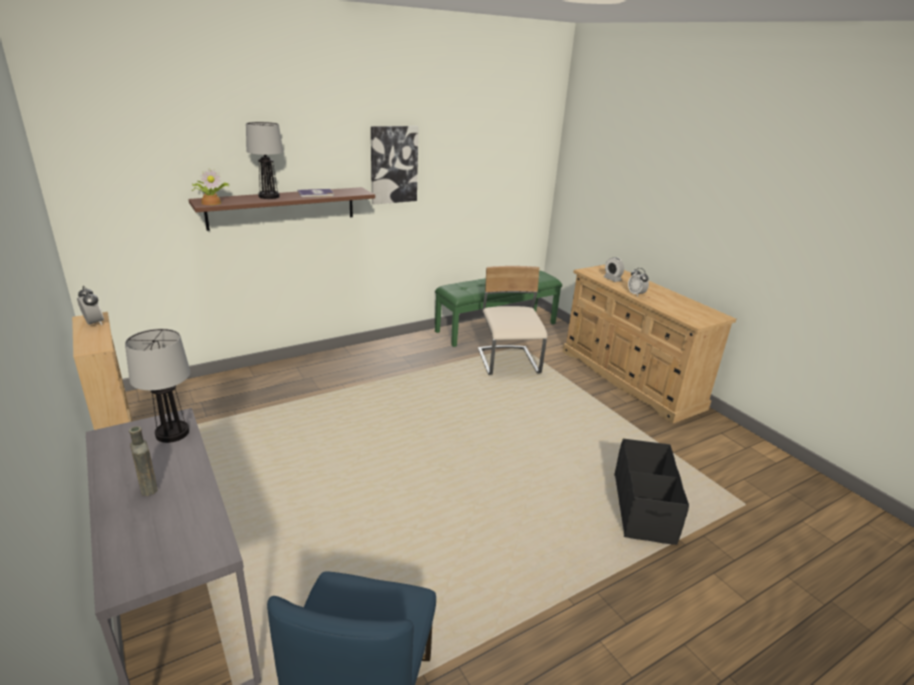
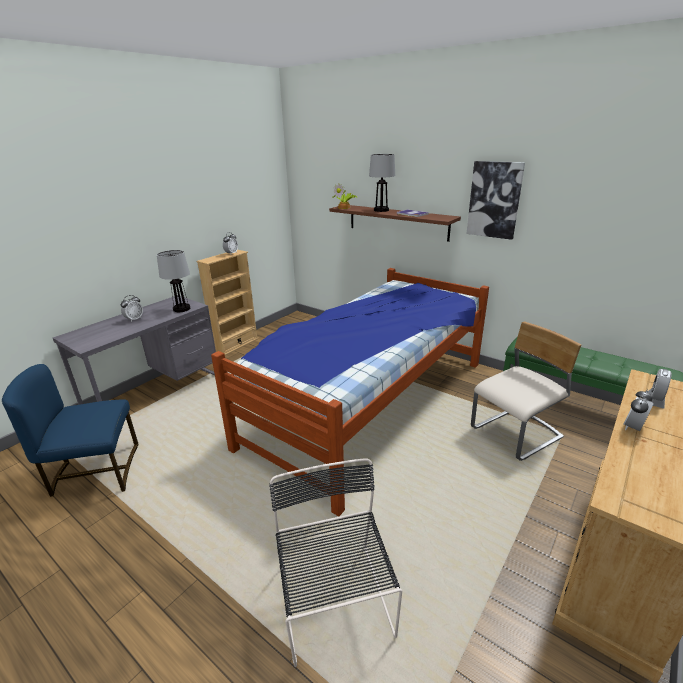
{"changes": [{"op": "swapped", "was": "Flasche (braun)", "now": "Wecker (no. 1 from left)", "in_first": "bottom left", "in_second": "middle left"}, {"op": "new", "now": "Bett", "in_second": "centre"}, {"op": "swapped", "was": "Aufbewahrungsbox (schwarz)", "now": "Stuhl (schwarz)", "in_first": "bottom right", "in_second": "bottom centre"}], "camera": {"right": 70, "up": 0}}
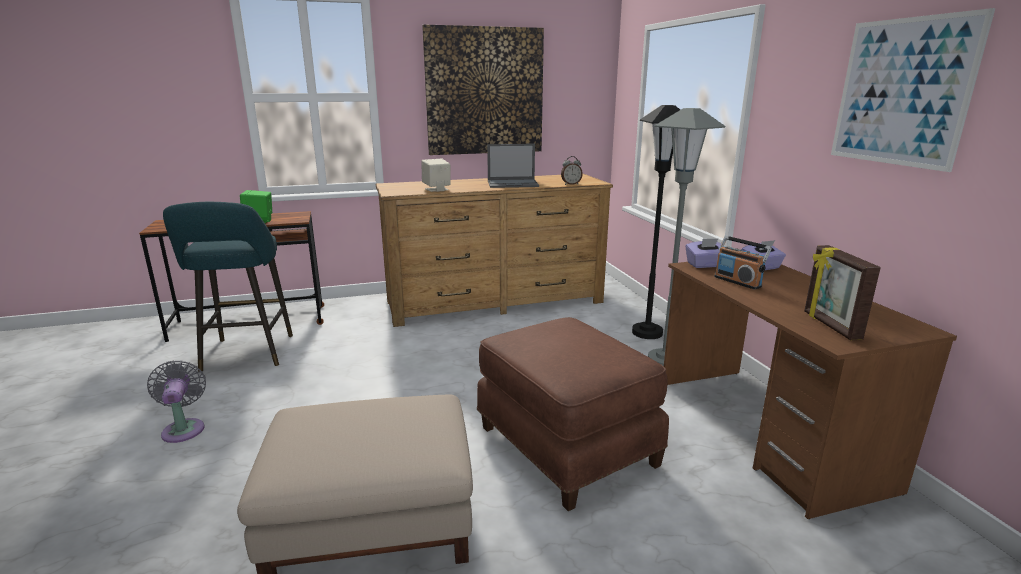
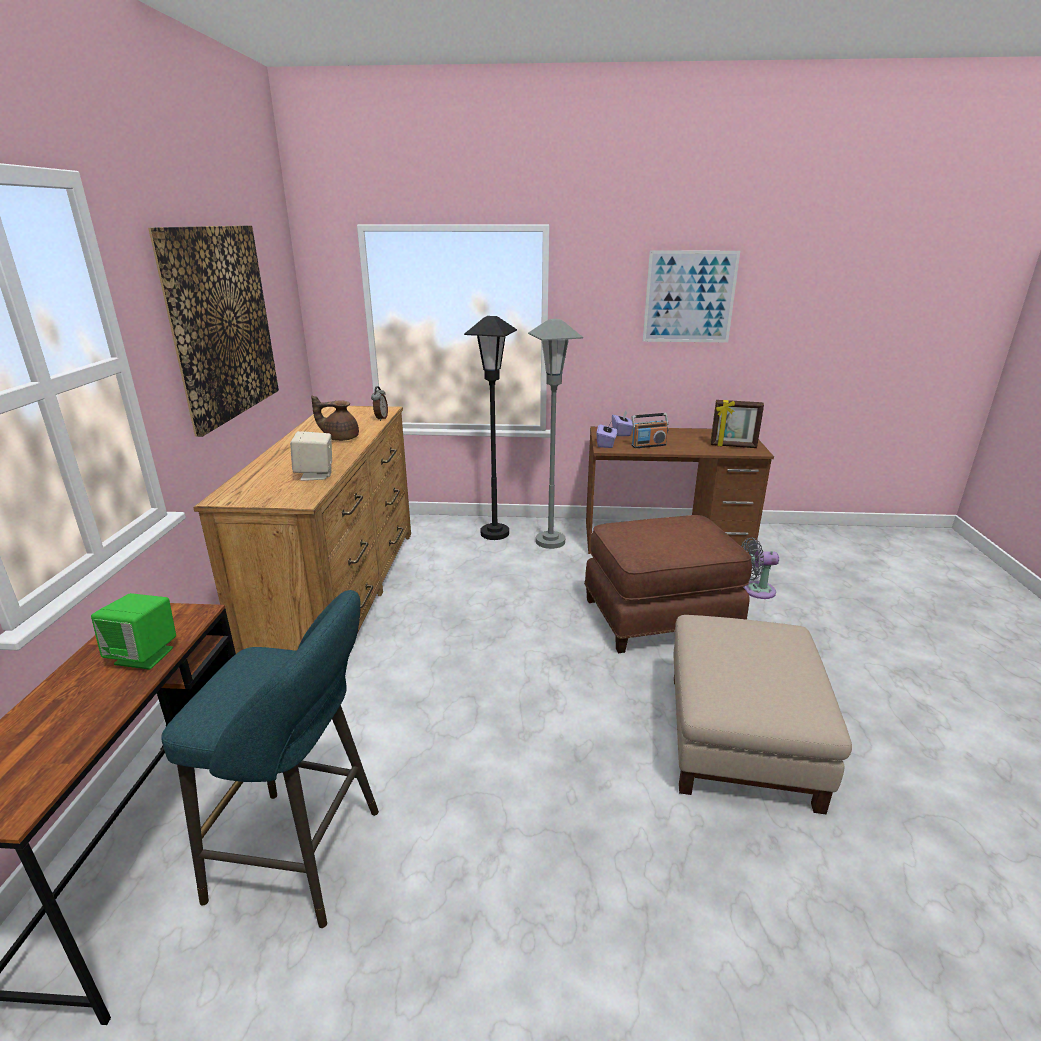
{"changes": [{"op": "swapped", "was": "Laptop", "now": "Teekanne (braun)", "in_first": "top centre", "in_second": "middle left"}, {"op": "shifted", "was": "Ventilator (grau)", "in_first": "bottom left", "in_second": "middle right"}], "camera": {"right": -70, "up": 5}}
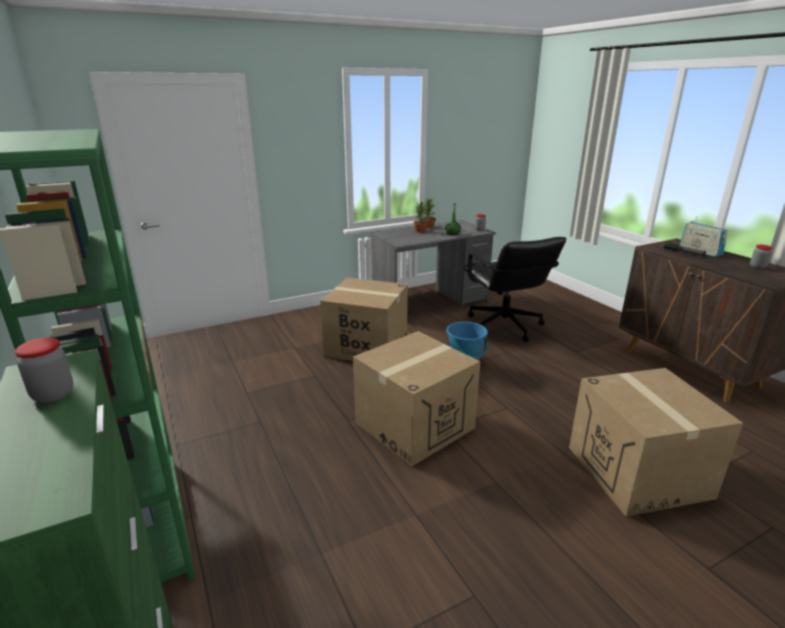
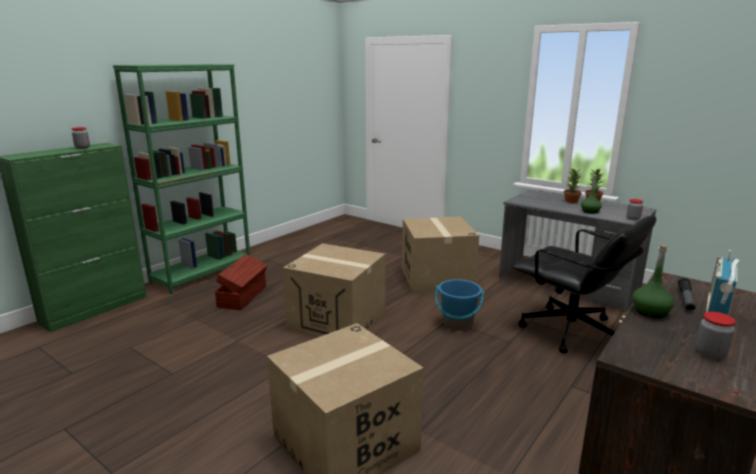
{"changes": [{"op": "new", "now": "Aufbewahrungsbox (braun)", "in_second": "middle left"}, {"op": "rotated", "was": "Bürostuhl (schwarz)", "in_first": "centre", "in_second": "middle right", "clockwise": -90}, {"op": "new", "now": "Flasche (grün) (no. 2 from left)", "in_second": "middle right"}], "camera": {"right": 65, "up": -5}}
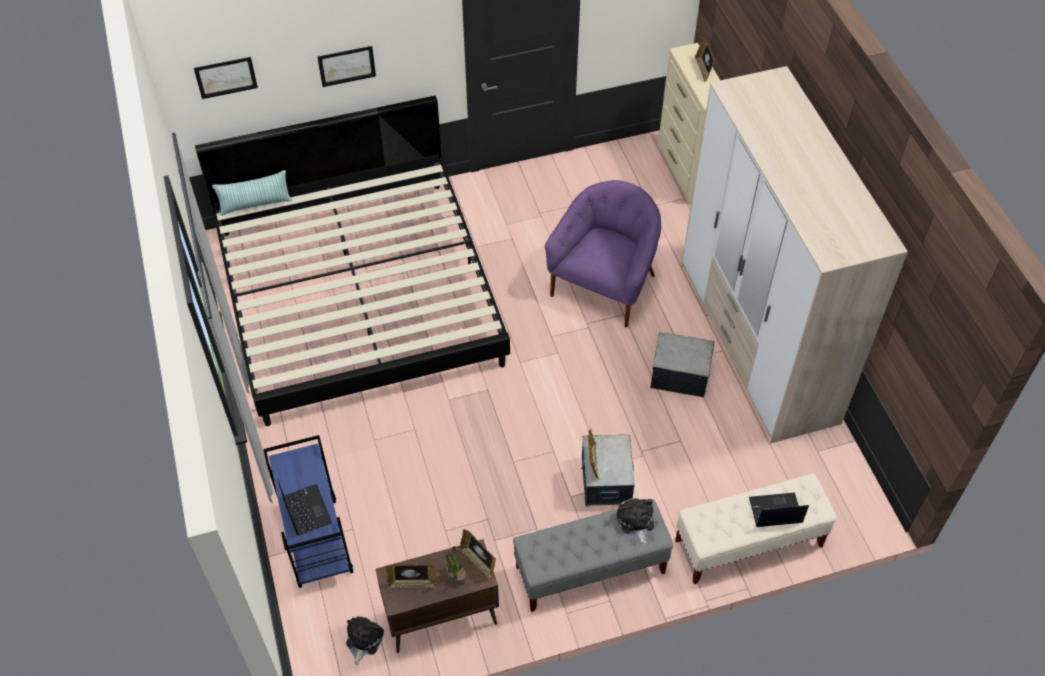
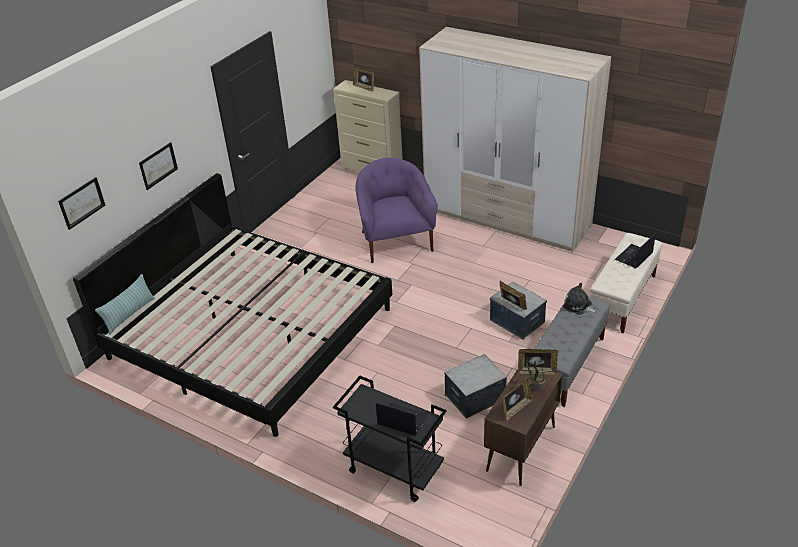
{"changes": [{"op": "repainted", "was": "Rollwagen (blau)", "now": "Rollwagen (schwarz)", "in_first": "bottom left", "in_second": "bottom centre"}, {"op": "shifted", "was": "Aufbewahrungsbox (no. 2 from left in the first image)", "now": "Aufbewahrungsbox (no. 1 from left)", "in_first": "centre", "in_second": "bottom centre"}, {"op": "gone", "was": "Plüschtier (no. 1 from left)", "in_first": "bottom centre"}], "camera": {"right": -40, "up": -15}}
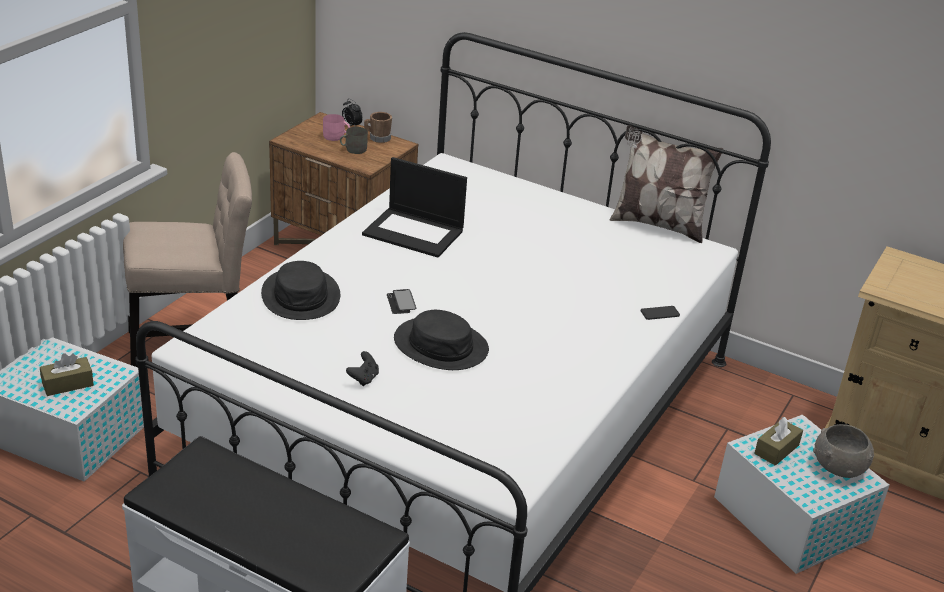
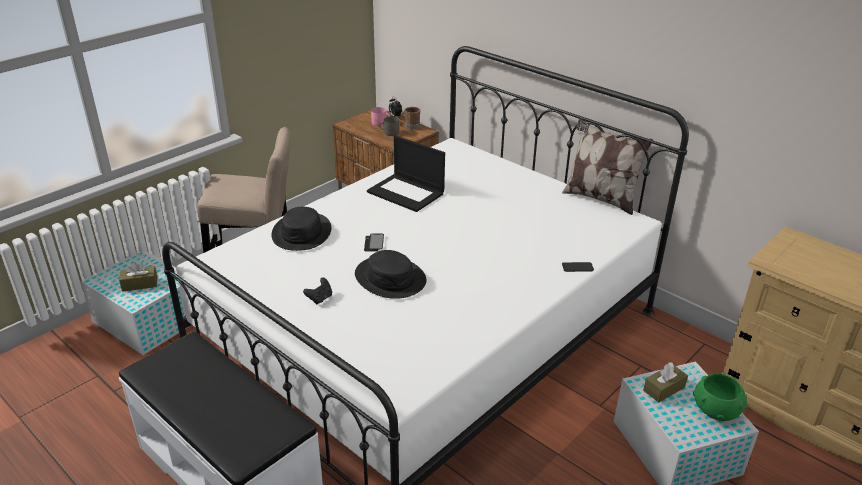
{"changes": [{"op": "repainted", "was": "Schüssel (grau)", "now": "Schüssel (grün)", "in_first": "bottom right", "in_second": "bottom right"}], "camera": {"right": 15, "up": 0}}
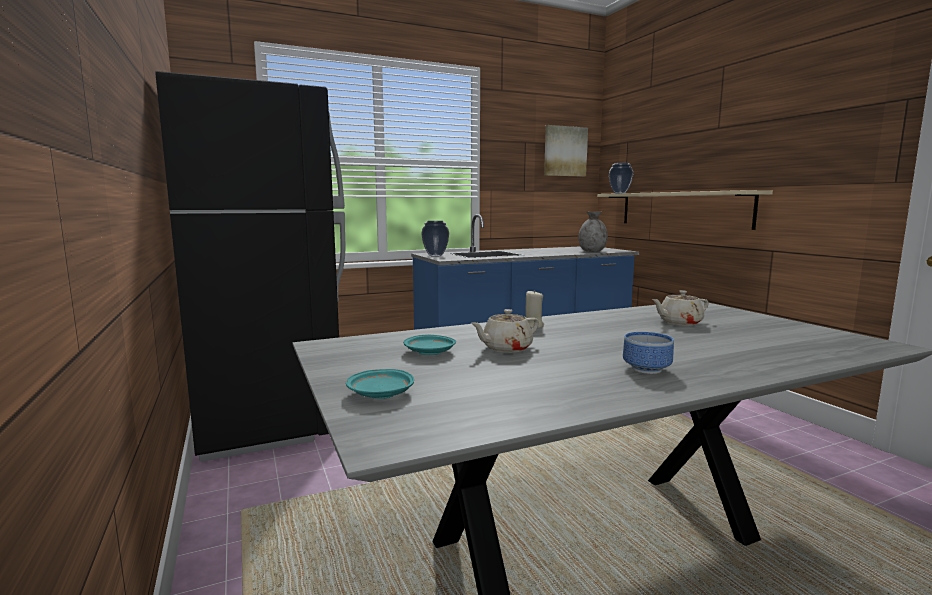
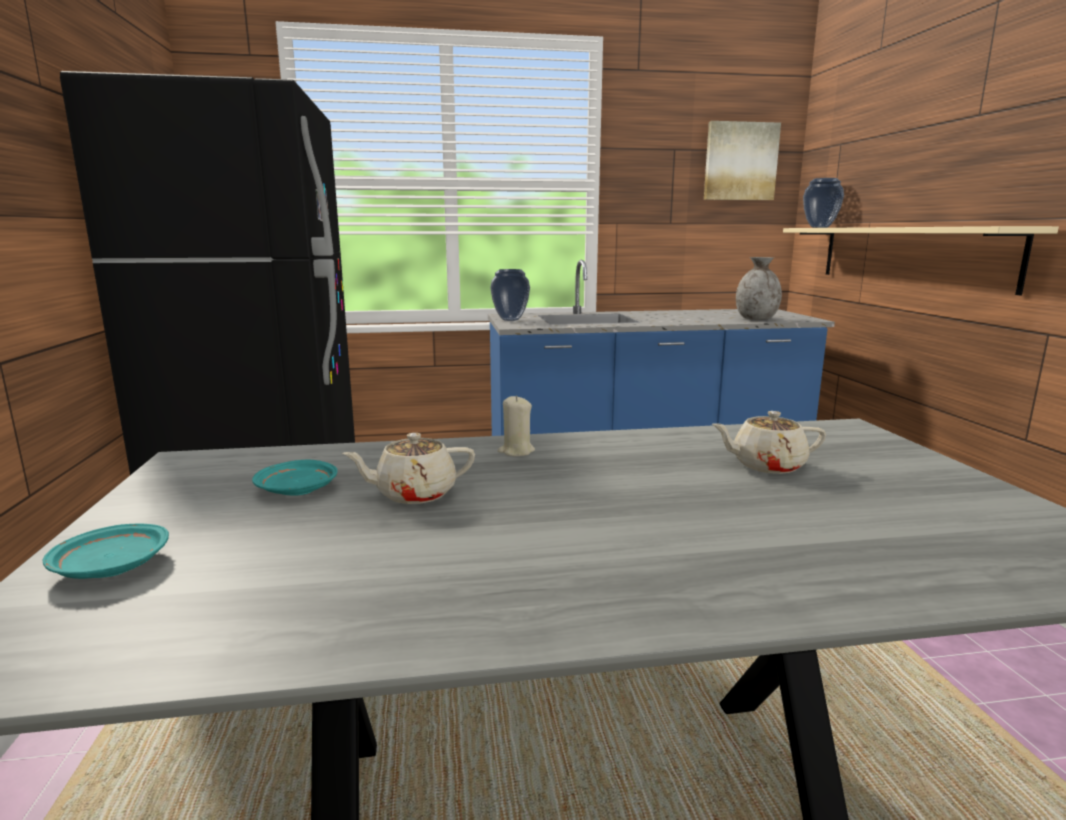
{"changes": [{"op": "gone", "was": "Schüssel", "in_first": "middle right"}], "camera": {"right": 15, "up": 5}}
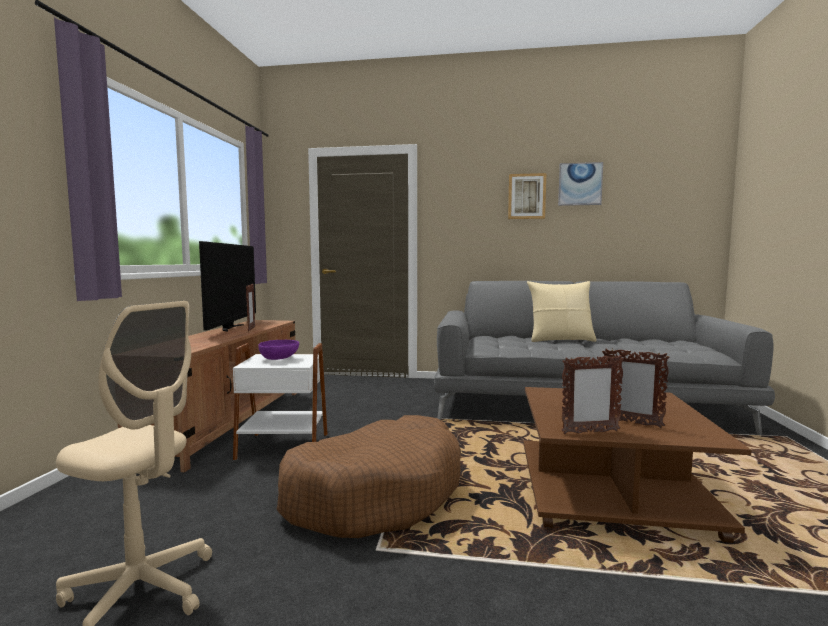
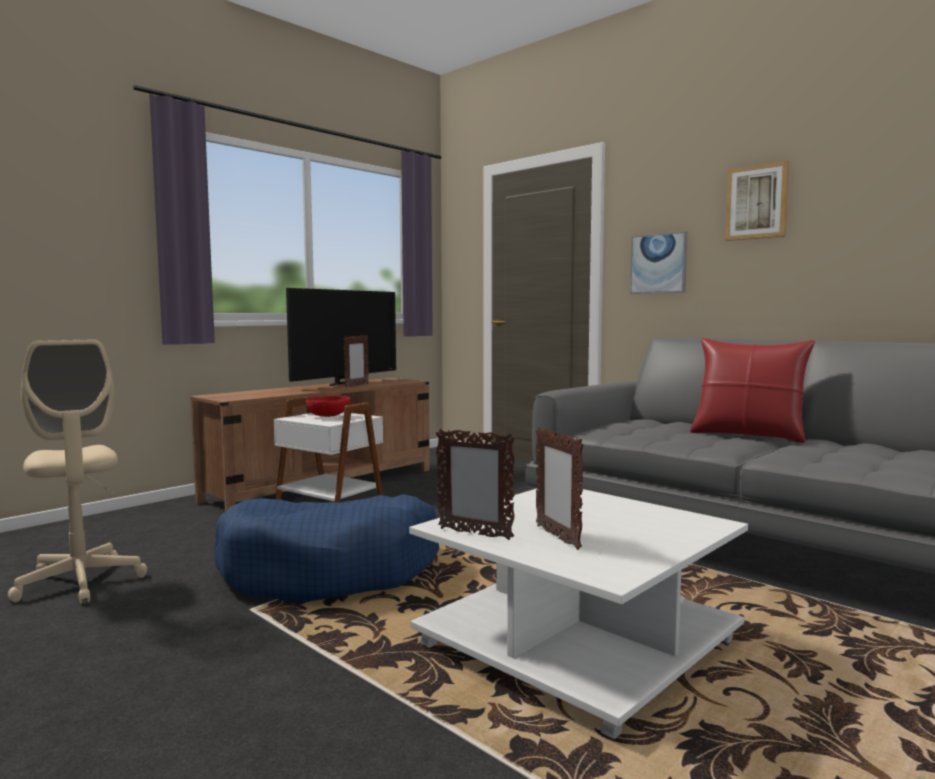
{"changes": [{"op": "repainted", "was": "Hundebett (braun)", "now": "Hundebett (blau)", "in_first": "bottom centre", "in_second": "bottom centre"}, {"op": "repainted", "was": "Schüssel (lila)", "now": "Schüssel (rot)", "in_first": "centre", "in_second": "centre"}, {"op": "repainted", "was": "Couchtisch (braun)", "now": "Couchtisch (weiß)", "in_first": "bottom right", "in_second": "bottom centre"}, {"op": "shifted", "was": "Bild (no. 2 from left in the first image)", "now": "Bild (no. 1 from left)", "in_first": "top right", "in_second": "middle right"}, {"op": "repainted", "was": "Kissen (beige)", "now": "Kissen (rot)", "in_first": "middle right", "in_second": "middle right"}], "camera": {"right": 35, "up": 0}}
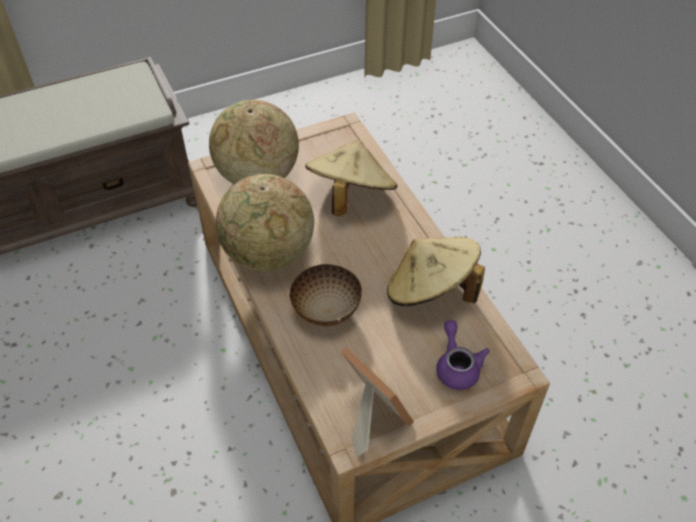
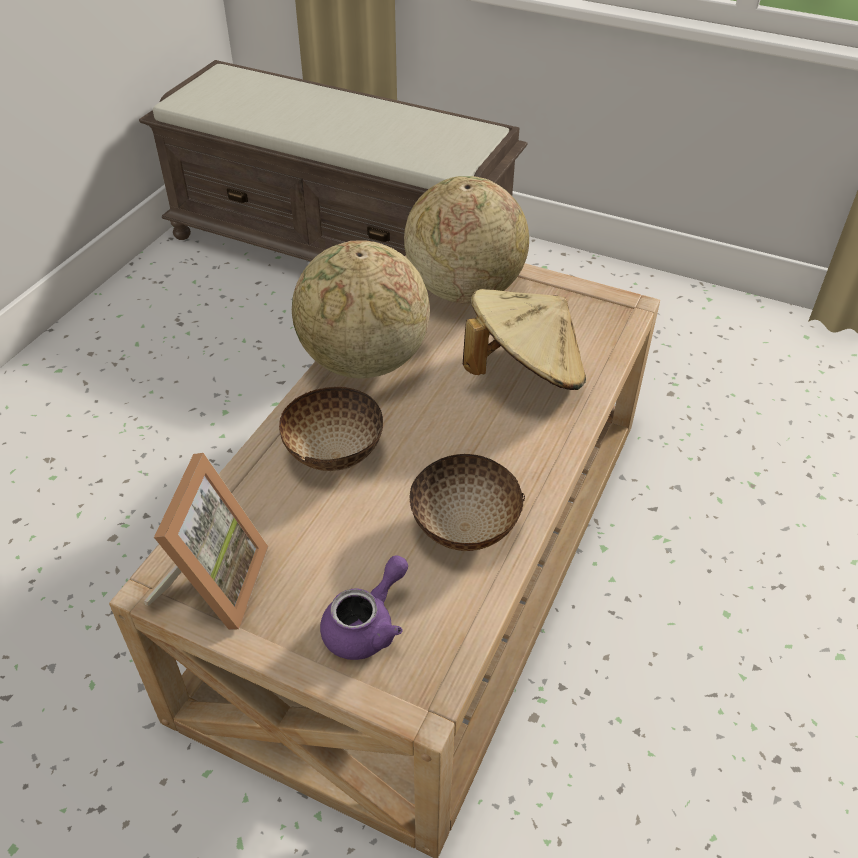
{"changes": [{"op": "swapped", "was": "Hut (beige) (no. 2 from left)", "now": "Schüssel (no. 2 from left)", "in_first": "centre", "in_second": "centre"}], "camera": {"right": 50, "up": -5}}
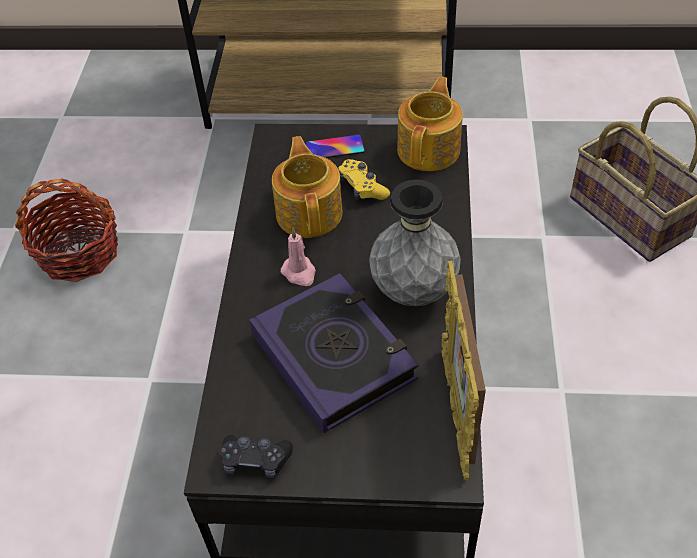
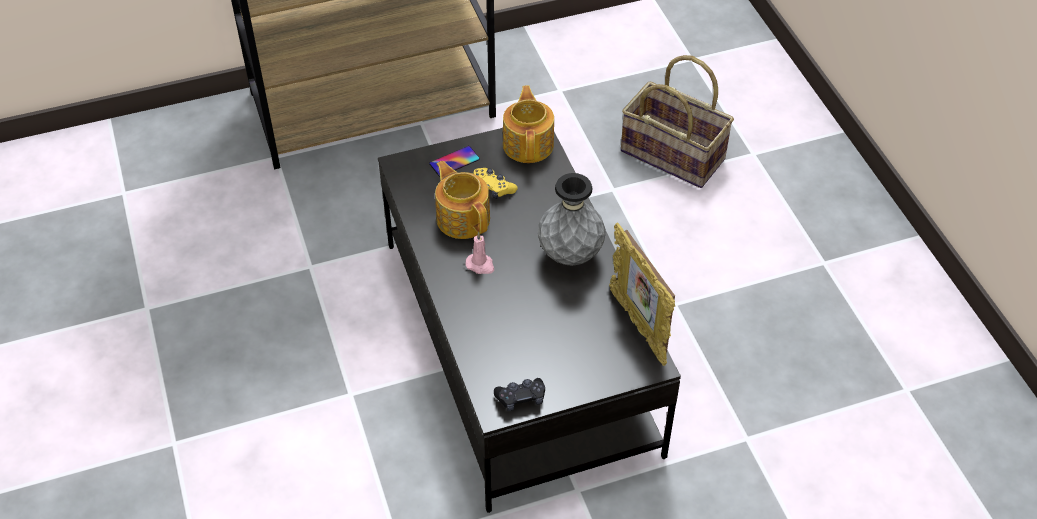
{"changes": [{"op": "gone", "was": "Korb (no. 1 from left)", "in_first": "middle left"}, {"op": "gone", "was": "Buch", "in_first": "centre"}], "camera": {"right": -25, "up": 0}}
